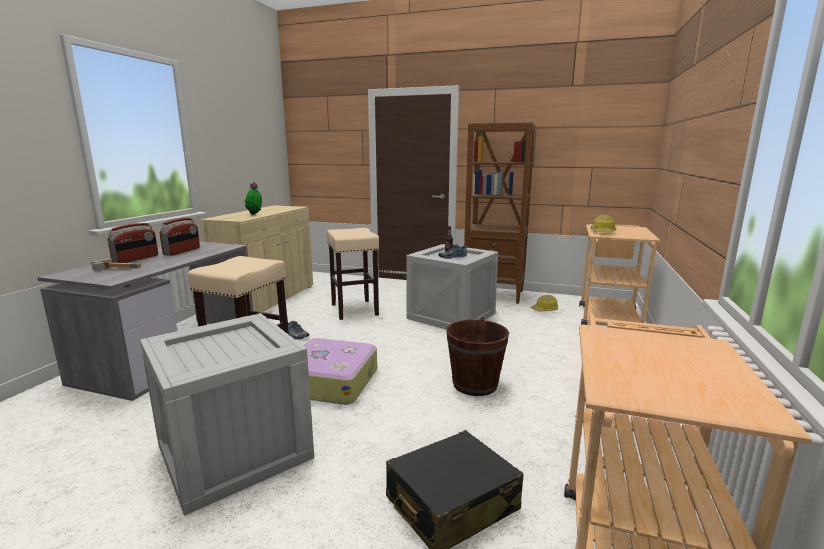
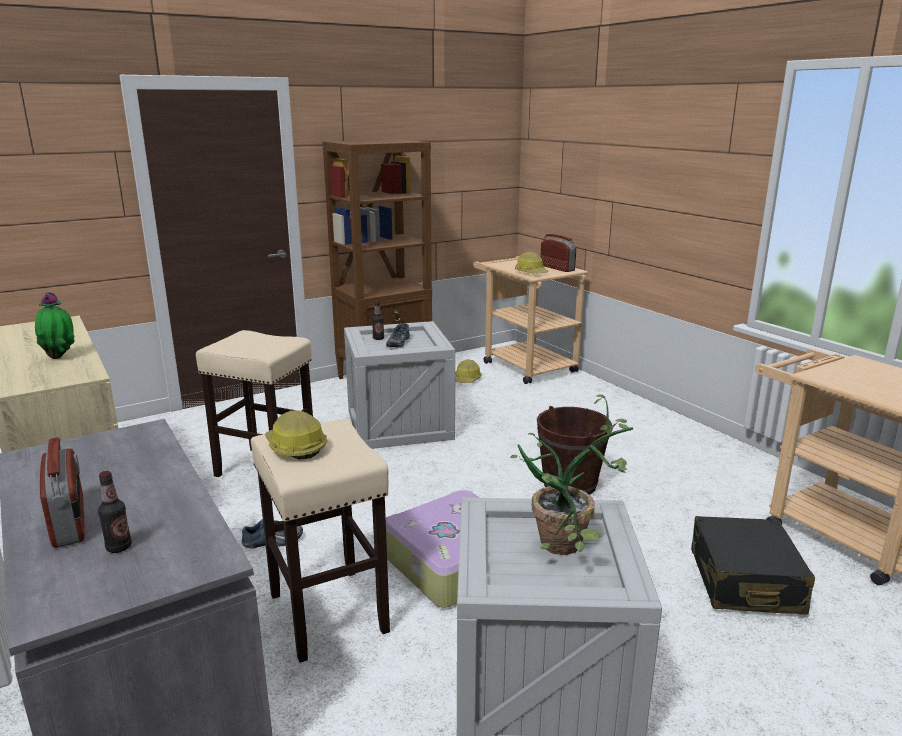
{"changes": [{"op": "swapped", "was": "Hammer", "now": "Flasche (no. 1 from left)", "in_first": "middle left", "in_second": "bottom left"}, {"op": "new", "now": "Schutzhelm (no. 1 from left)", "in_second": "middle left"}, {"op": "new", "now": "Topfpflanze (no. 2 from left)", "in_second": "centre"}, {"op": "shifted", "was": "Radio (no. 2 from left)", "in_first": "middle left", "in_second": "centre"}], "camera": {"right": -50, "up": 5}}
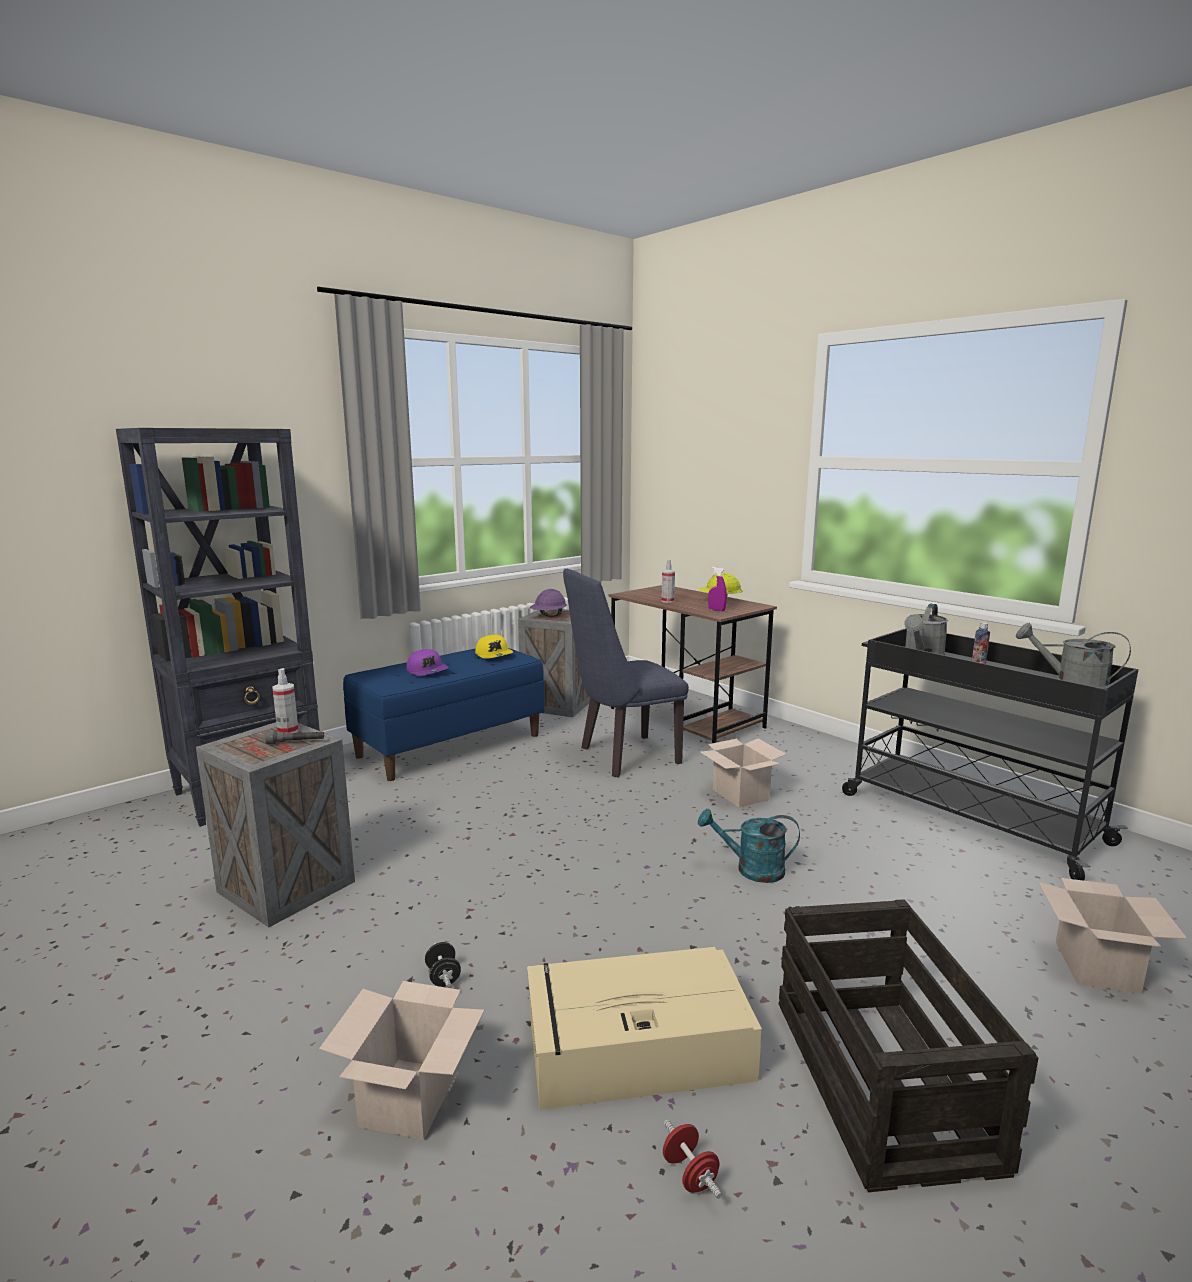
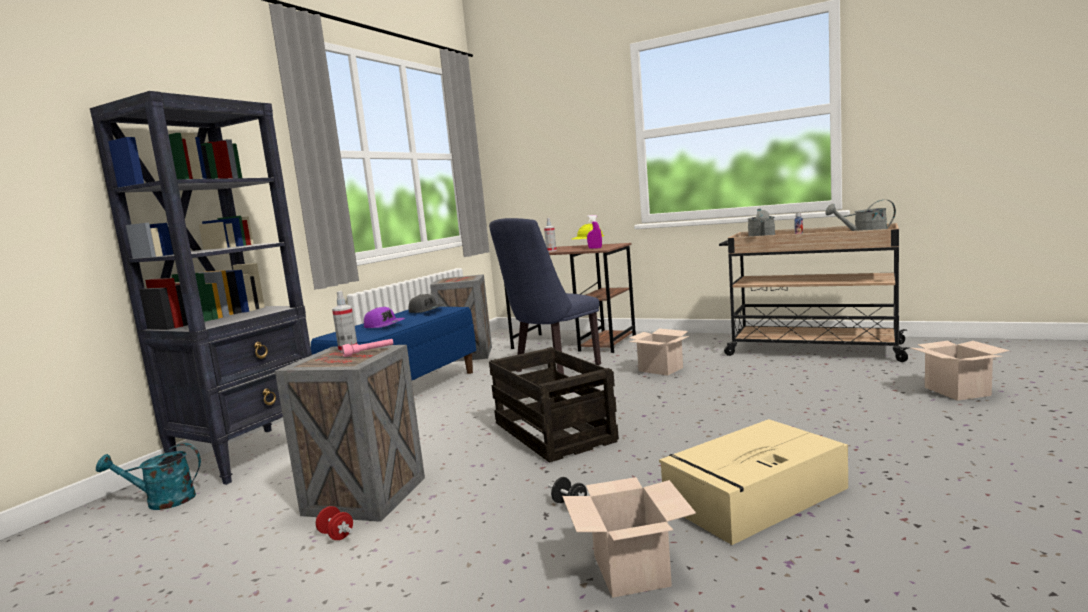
{"changes": [{"op": "shifted", "was": "Gießkanne (türkis)", "in_first": "centre", "in_second": "bottom left"}, {"op": "shifted", "was": "Hantel (rot)", "in_first": "bottom centre", "in_second": "bottom left"}, {"op": "repainted", "was": "Taschenlampe (grau)", "now": "Taschenlampe (rosa)", "in_first": "middle left", "in_second": "centre"}, {"op": "repainted", "was": "Kappe (gelb)", "now": "Kappe (grau)", "in_first": "centre", "in_second": "centre"}, {"op": "shifted", "was": "Kiste (no. 3 from left)", "in_first": "bottom right", "in_second": "centre"}, {"op": "repainted", "was": "Rollwagen (schwarz)", "now": "Rollwagen (beige)", "in_first": "middle right", "in_second": "middle right"}, {"op": "gone", "was": "Schutzhelm (lila)", "in_first": "centre"}], "camera": {"right": -20, "up": -5}}
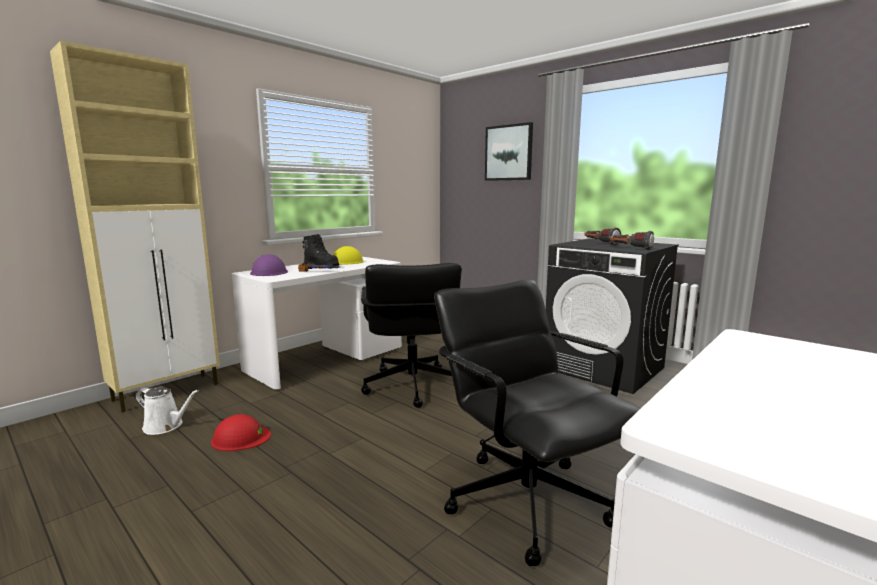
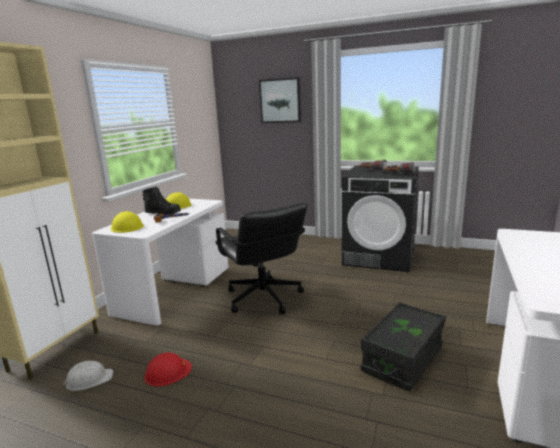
{"changes": [{"op": "swapped", "was": "Gießkanne (weiß)", "now": "Schutzhelm (weiß)", "in_first": "bottom left", "in_second": "bottom left"}, {"op": "repainted", "was": "Schutzhelm (lila)", "now": "Schutzhelm (gelb) (no. 1 from left)", "in_first": "middle left", "in_second": "middle left"}, {"op": "swapped", "was": "Bürostuhl (schwarz) (no. 2 from left)", "now": "Aufbewahrungsbox (schwarz)", "in_first": "bottom centre", "in_second": "bottom right"}], "camera": {"right": -20, "up": 5}}
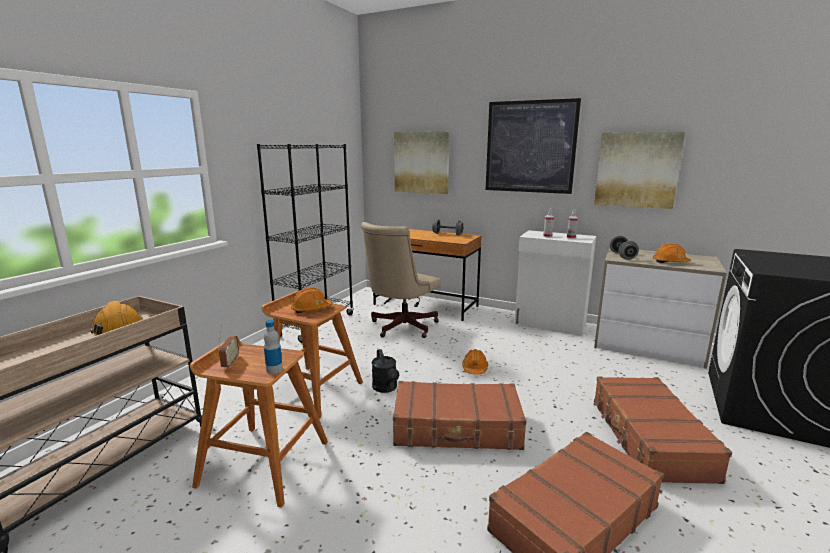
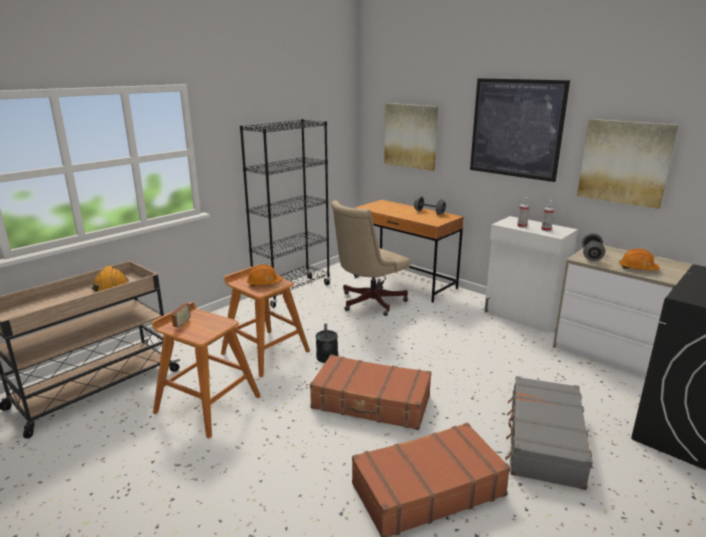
{"changes": [{"op": "repainted", "was": "Koffer (braun) (no. 3 from left)", "now": "Koffer (grau)", "in_first": "bottom right", "in_second": "bottom right"}, {"op": "gone", "was": "Flasche", "in_first": "middle left"}, {"op": "gone", "was": "Schutzhelm (orange) (no. 3 from left)", "in_first": "centre"}], "camera": {"right": 15, "up": 5}}
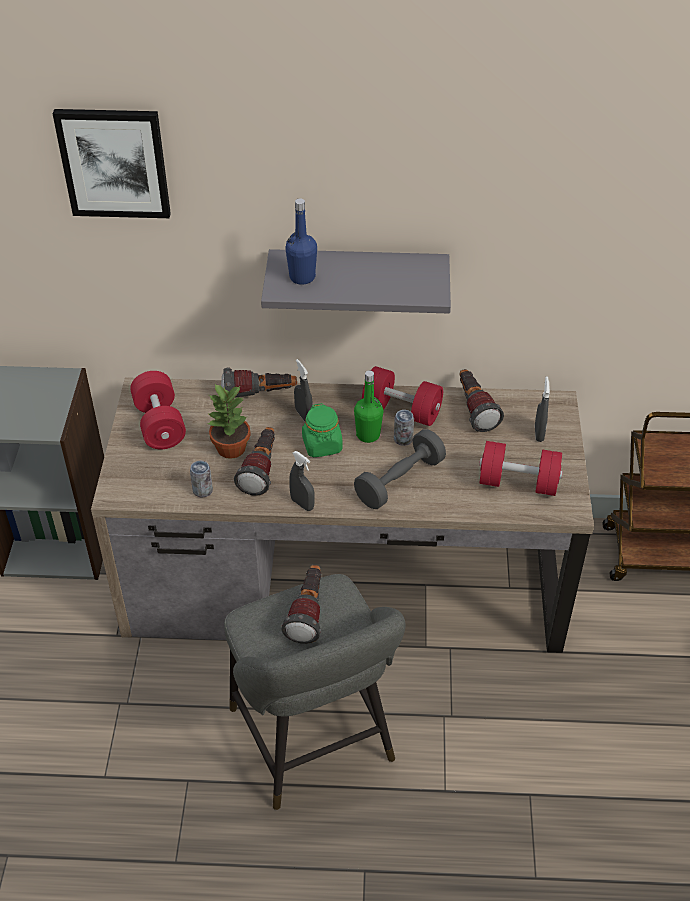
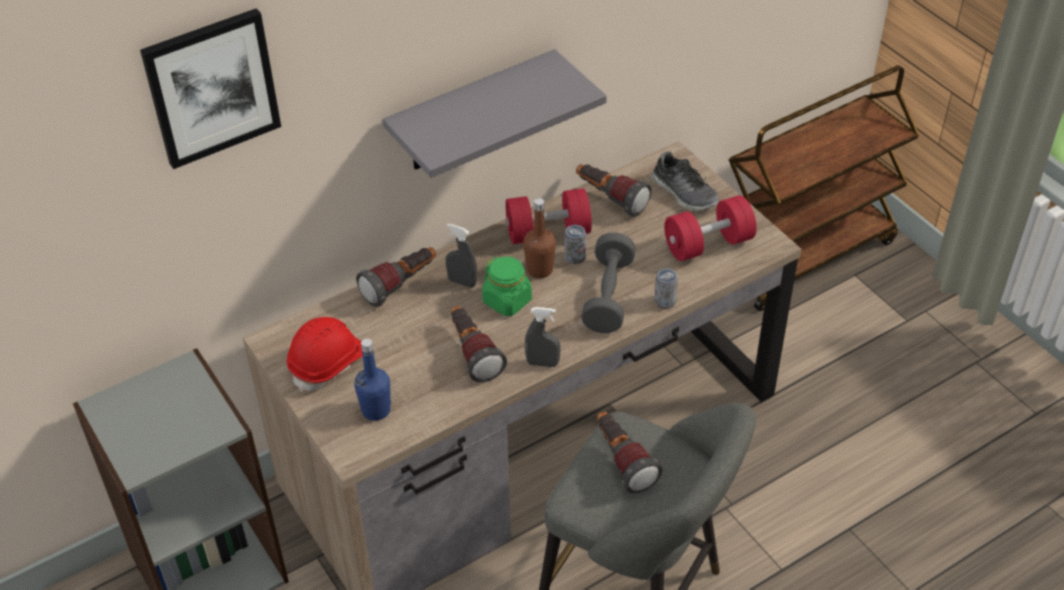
{"changes": [{"op": "swapped", "was": "Hantel (rot) (no. 1 from left)", "now": "Schutzhelm (rot)", "in_first": "middle left", "in_second": "middle left"}, {"op": "shifted", "was": "Flasche (blau)", "in_first": "top centre", "in_second": "centre"}, {"op": "repainted", "was": "Flasche (grün)", "now": "Flasche (braun)", "in_first": "centre", "in_second": "centre"}, {"op": "swapped", "was": "Sprühflasche (grau) (no. 3 from left)", "now": "Schuh", "in_first": "middle right", "in_second": "top centre"}, {"op": "shifted", "was": "Dose (no. 1 from left in the first image)", "now": "Dose (no. 2 from left)", "in_first": "middle left", "in_second": "centre"}, {"op": "gone", "was": "Topfpflanze", "in_first": "middle left"}], "camera": {"right": -35, "up": 0}}
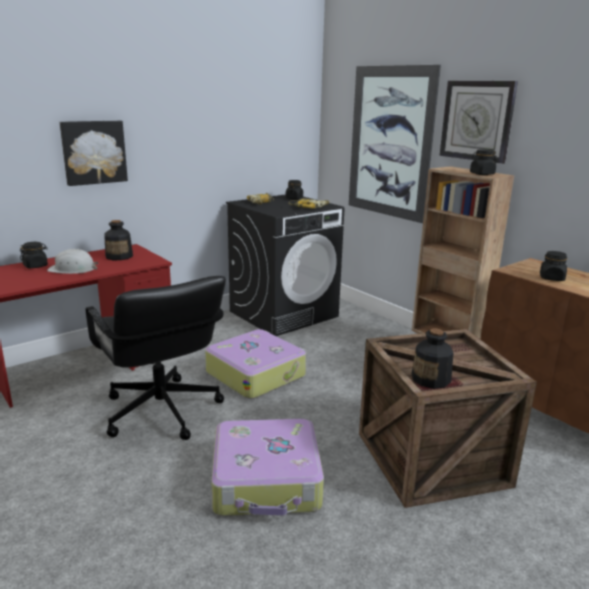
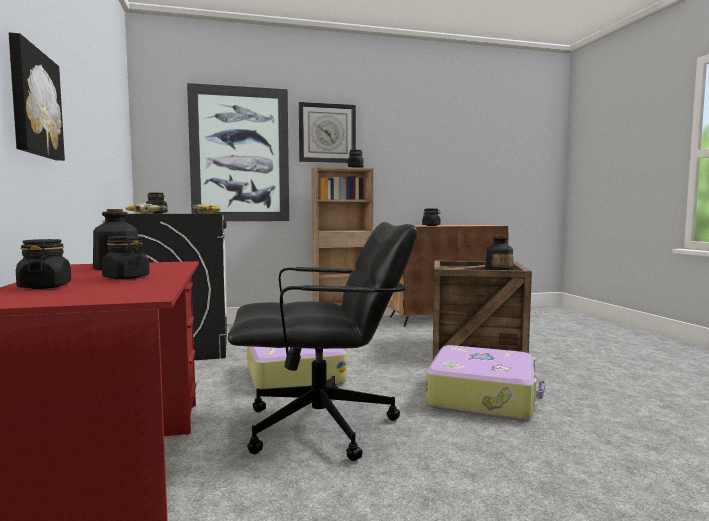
{"changes": [{"op": "swapped", "was": "Schutzhelm (weiß)", "now": "Vorratsglas (schwarz) (no. 2 from left)", "in_first": "middle left", "in_second": "middle left"}], "camera": {"right": -65, "up": -15}}
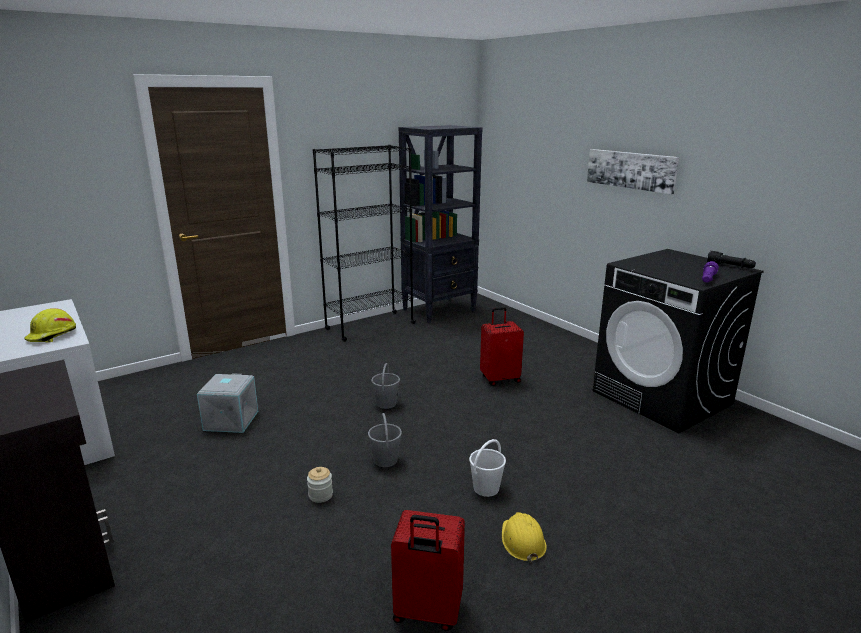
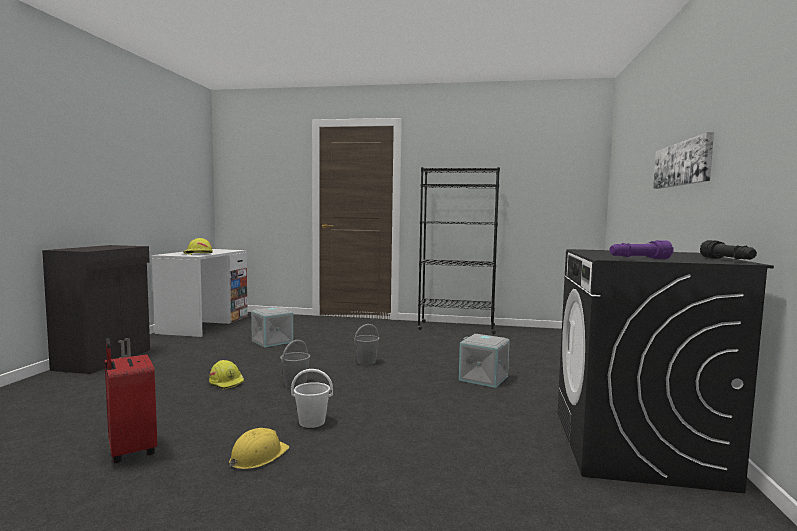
{"changes": [{"op": "swapped", "was": "Vorratsglas", "now": "Schutzhelm (gelb) (no. 2 from left)", "in_first": "bottom centre", "in_second": "bottom left"}, {"op": "swapped", "was": "Koffer (rot) (no. 2 from left)", "now": "Aufbewahrungsbox (grau) (no. 2 from left)", "in_first": "centre", "in_second": "bottom centre"}, {"op": "gone", "was": "Bücherregal (schwarz) (no. 2 from left)", "in_first": "centre"}], "camera": {"right": 45, "up": -15}}
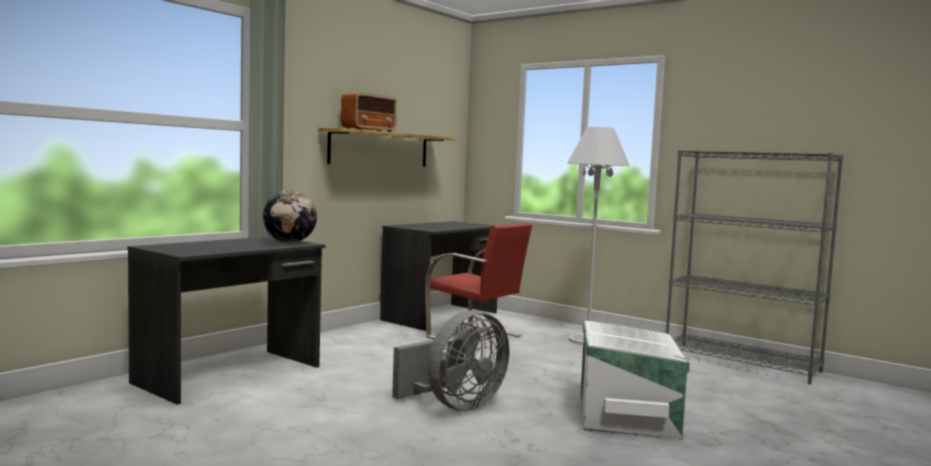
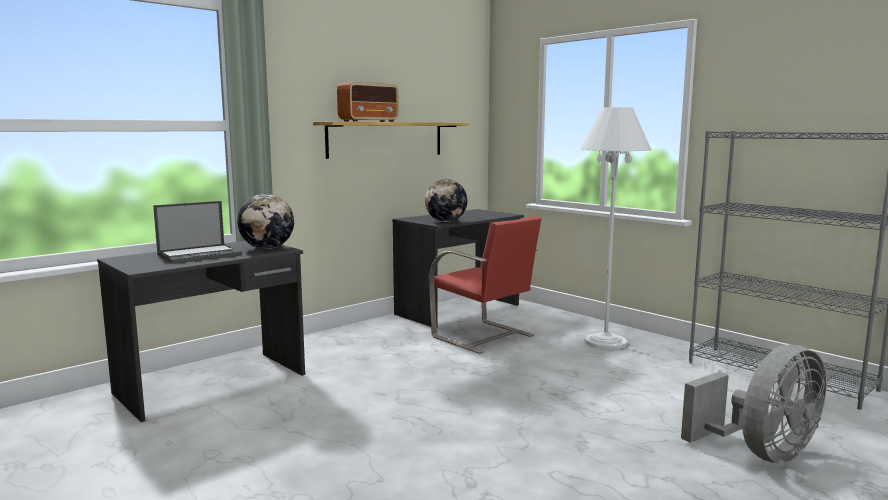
{"changes": [{"op": "new", "now": "Laptop", "in_second": "middle left"}, {"op": "new", "now": "Globus (no. 2 from left)", "in_second": "centre"}, {"op": "shifted", "was": "Ventilator (grau)", "in_first": "bottom centre", "in_second": "bottom right"}, {"op": "gone", "was": "Aufbewahrungsbox (weiß)", "in_first": "bottom right"}], "camera": {"right": 10, "up": 5}}
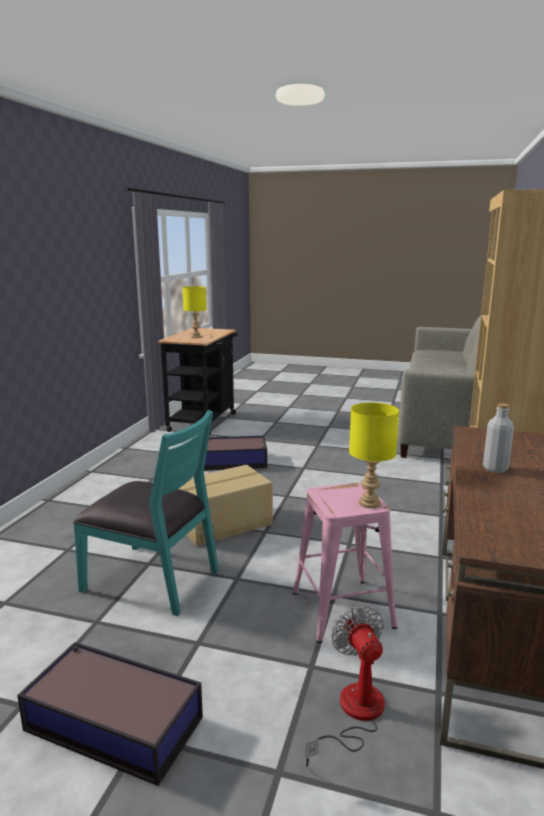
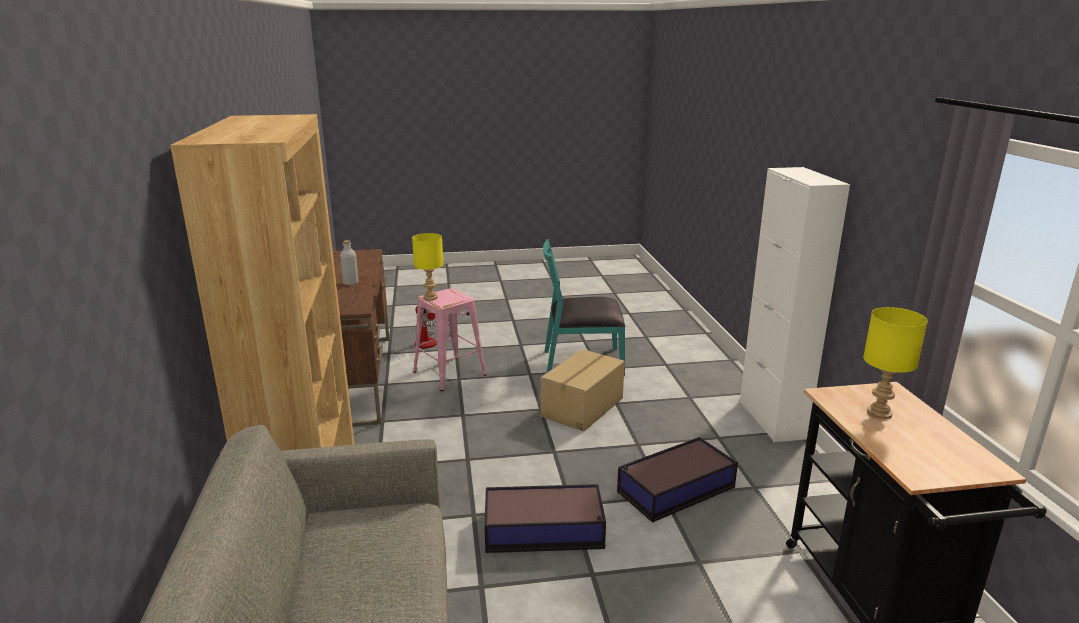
{"changes": [{"op": "shifted", "was": "Aufbewahrungsbox (no. 1 from left)", "in_first": "bottom left", "in_second": "bottom centre"}, {"op": "new", "now": "Schrank (weiß)", "in_second": "middle right"}], "camera": {"right": 155, "up": 5}}
